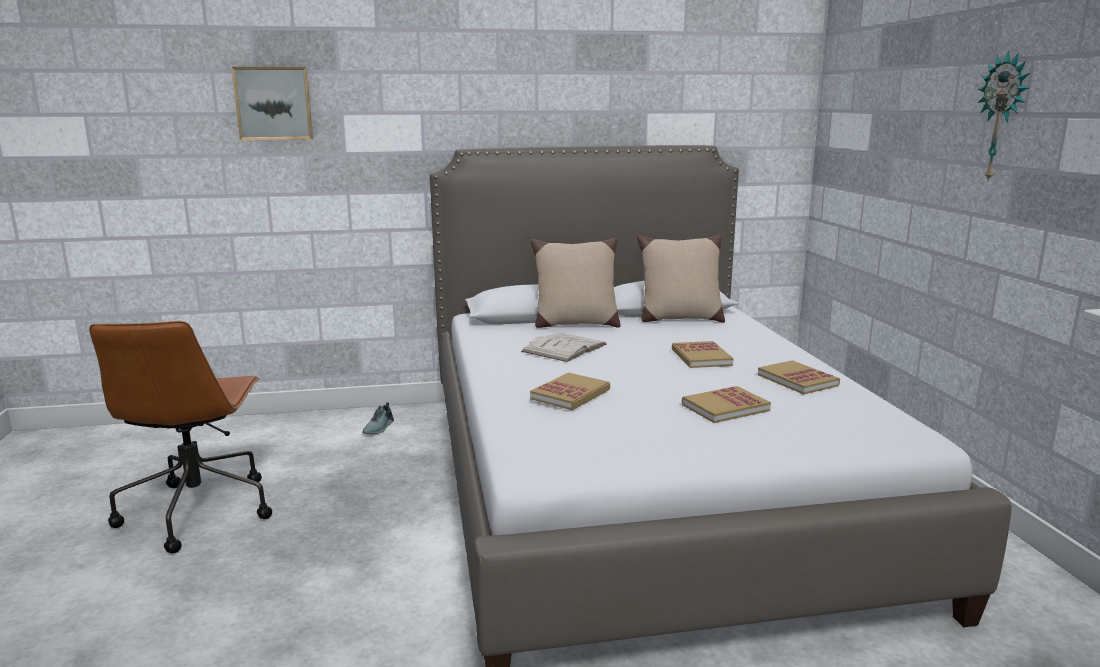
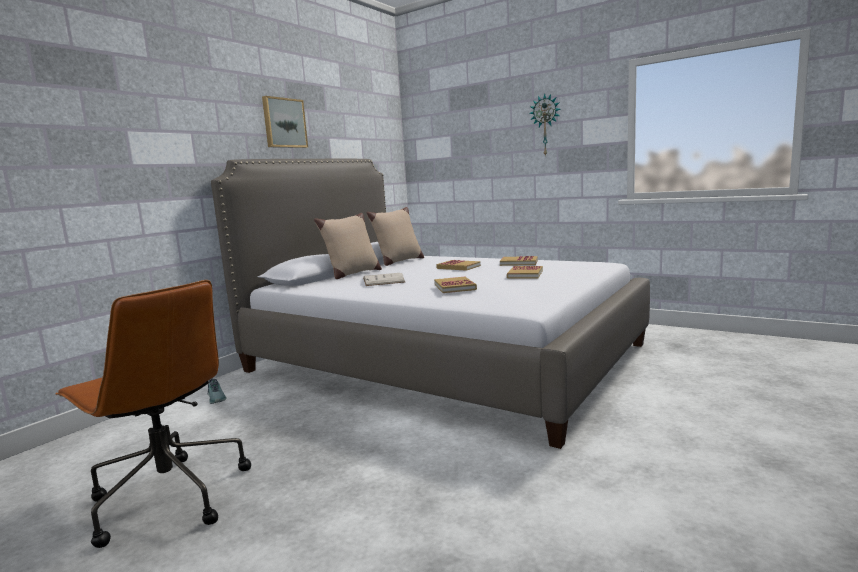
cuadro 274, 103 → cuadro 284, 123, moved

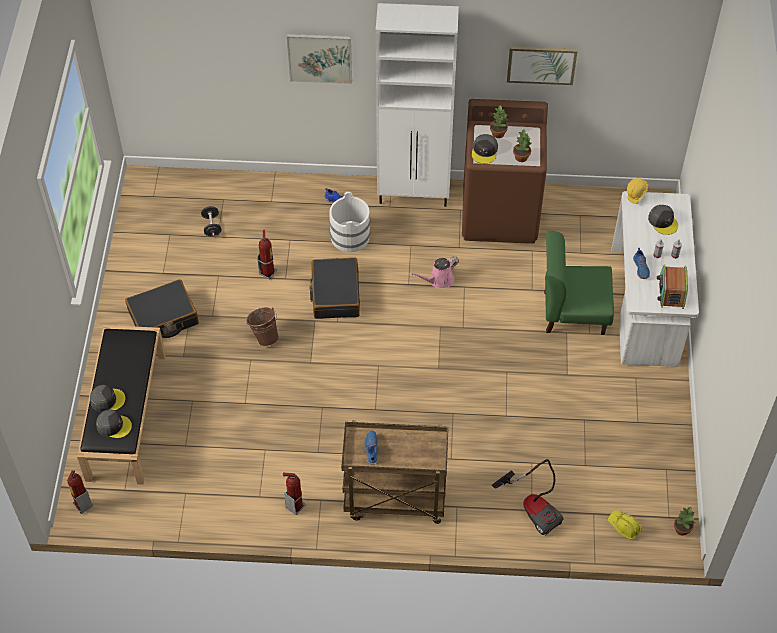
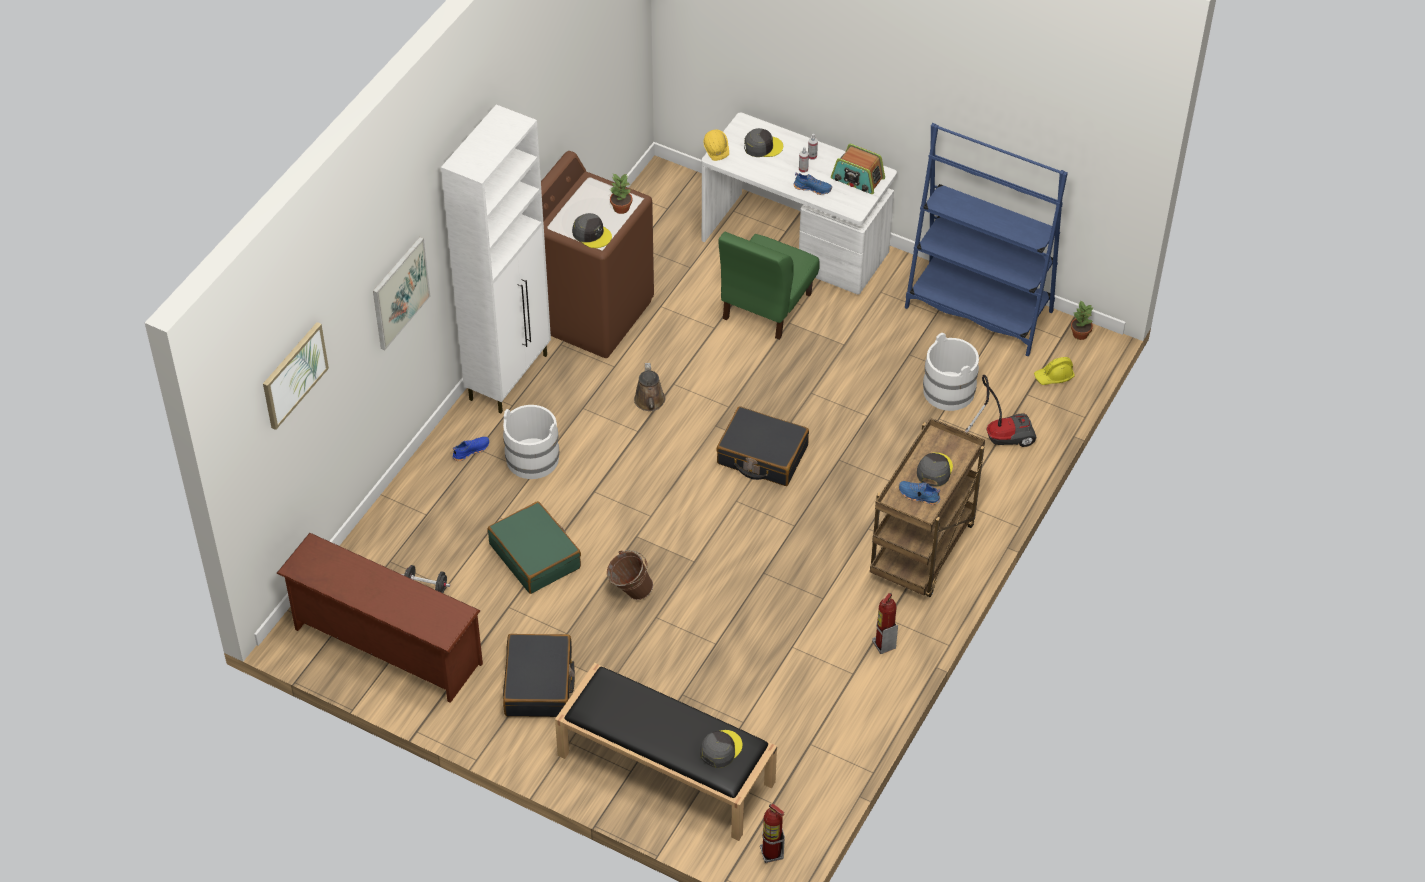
cuadro 541, 64 → cuadro 294, 374, moved
- → zapatero (marrón) 385, 647
extintor 268, 272 → maleta (verde) 535, 556
regadera (rosa) 439, 280 → regadera (marrón) 650, 402
maleta (negro) 335, 294 → maleta (negro) 762, 455, moved
- → estantería (azul) 979, 310
gorra (gris) 107, 400 → gorra (gris) 934, 470, moved
- → cubo (blanco) 949, 391
planta en maceta 498, 133 → -

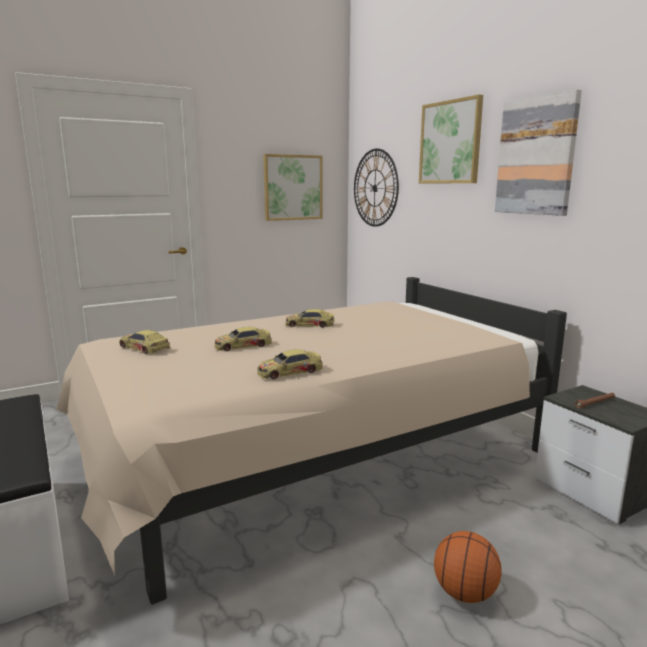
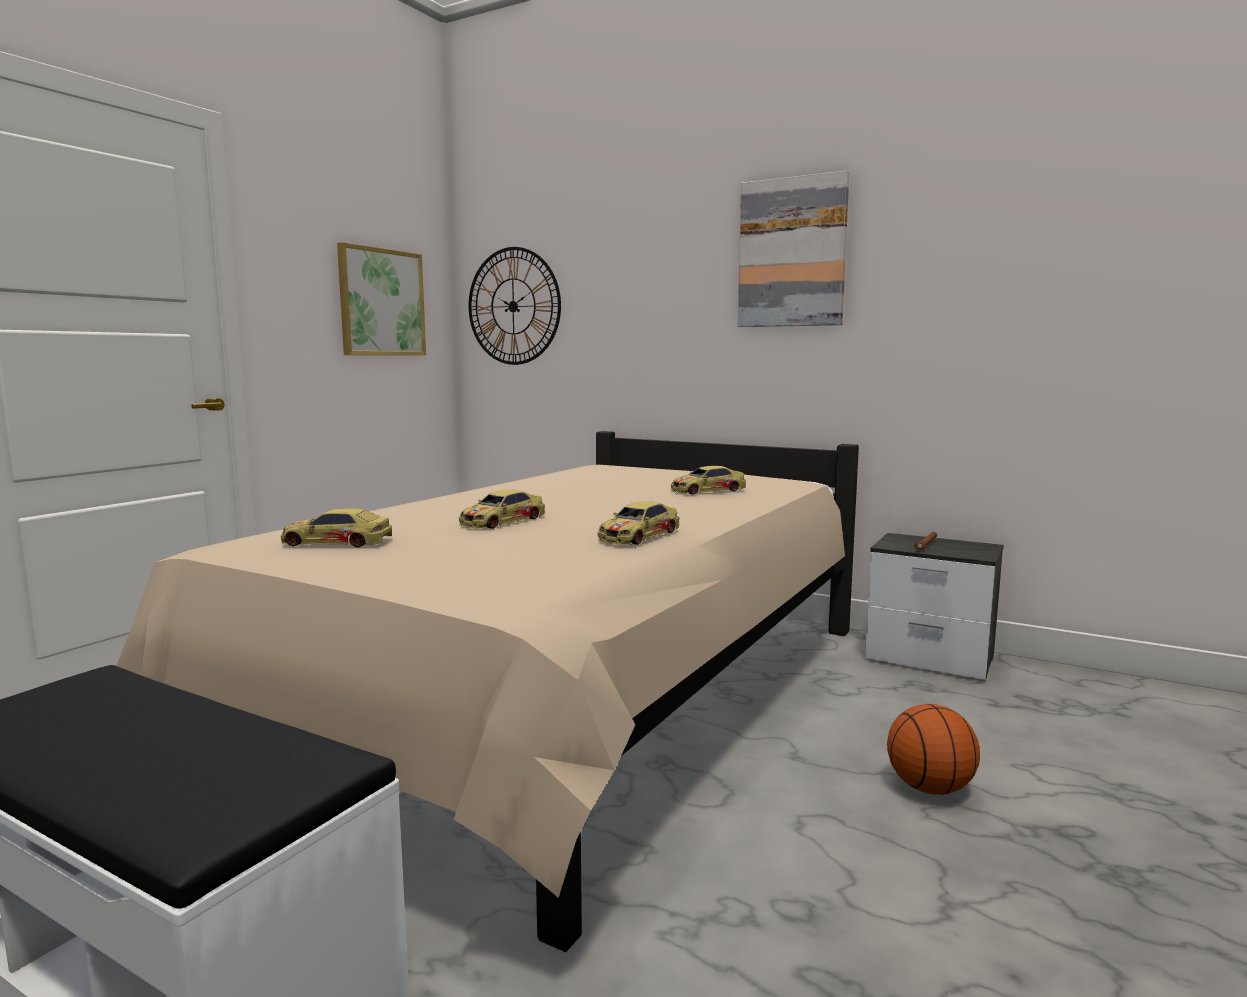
coche de juguete 309, 324 → coche de juguete 707, 490, moved
cuadro 450, 142 → -

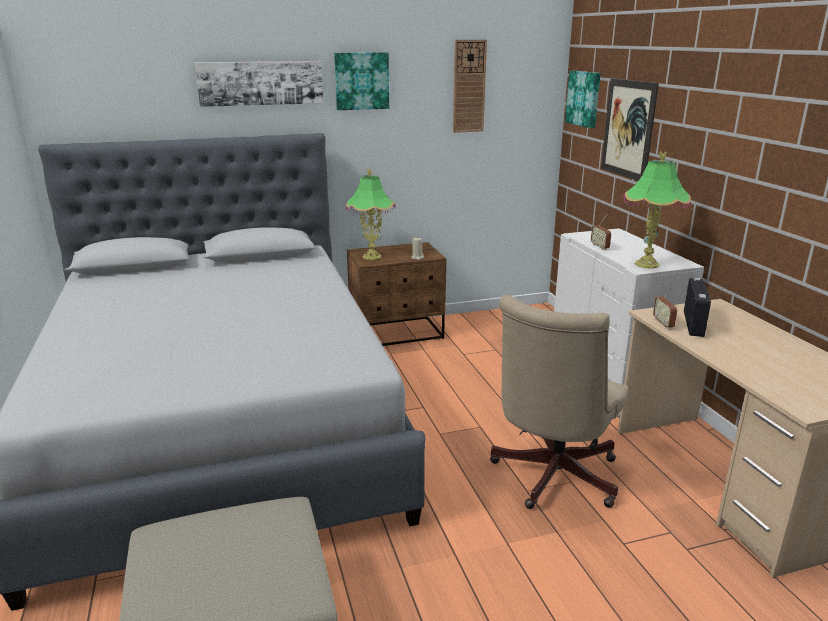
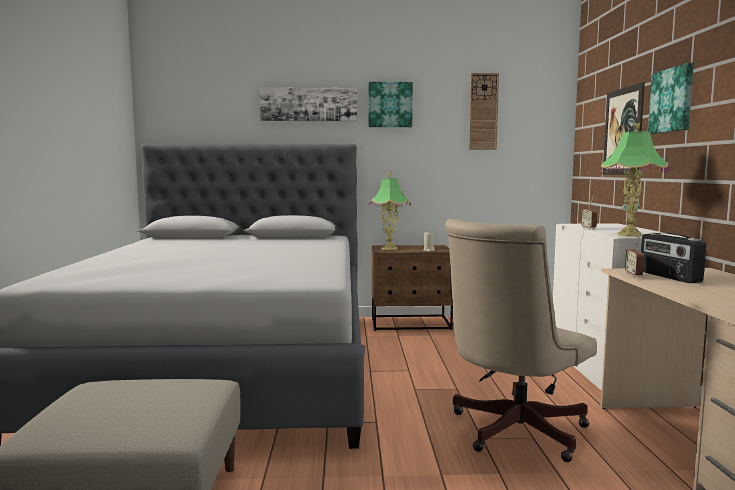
radio 694, 324 → radio 668, 277, 135 degrees clockwise
cuadro 584, 98 → cuadro 672, 100, moved

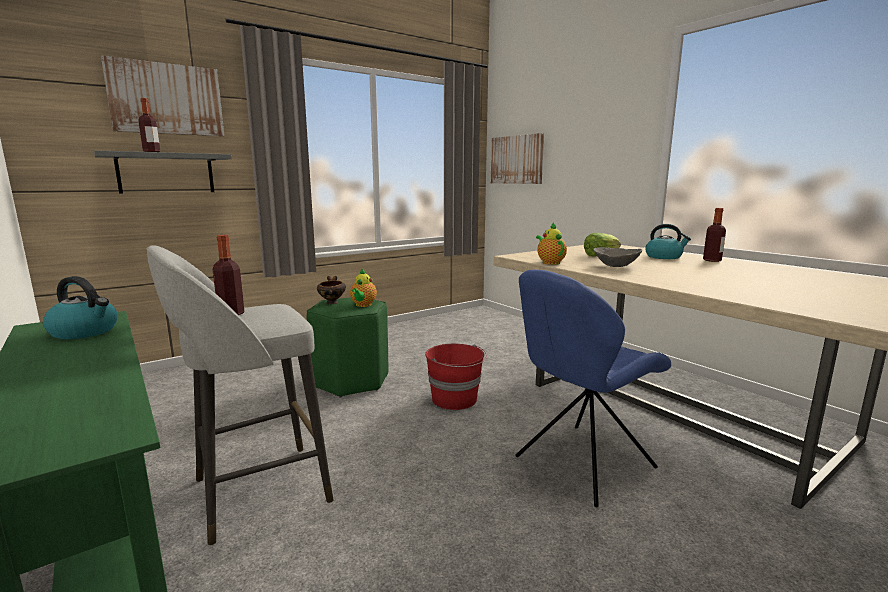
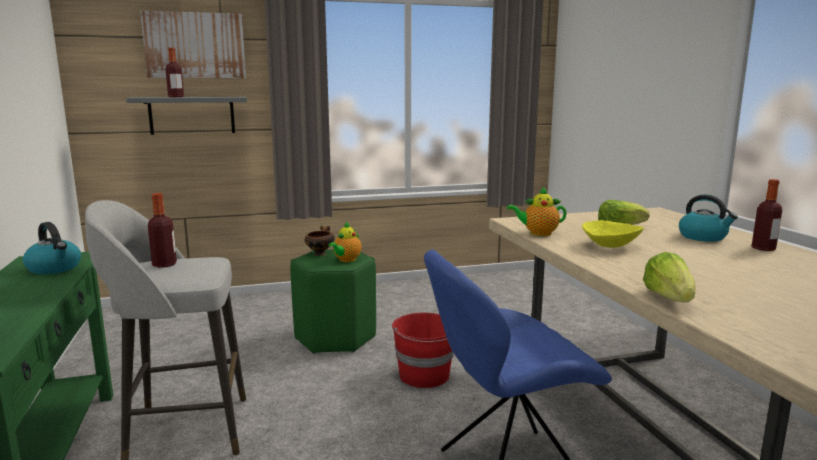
tetera 550, 262 → tetera 538, 233, 90 degrees counterclockwise
cuenco (gris) 616, 266 → cuenco (amarillo) 610, 246
- → lechuga 669, 299
cuadro 517, 160 → -

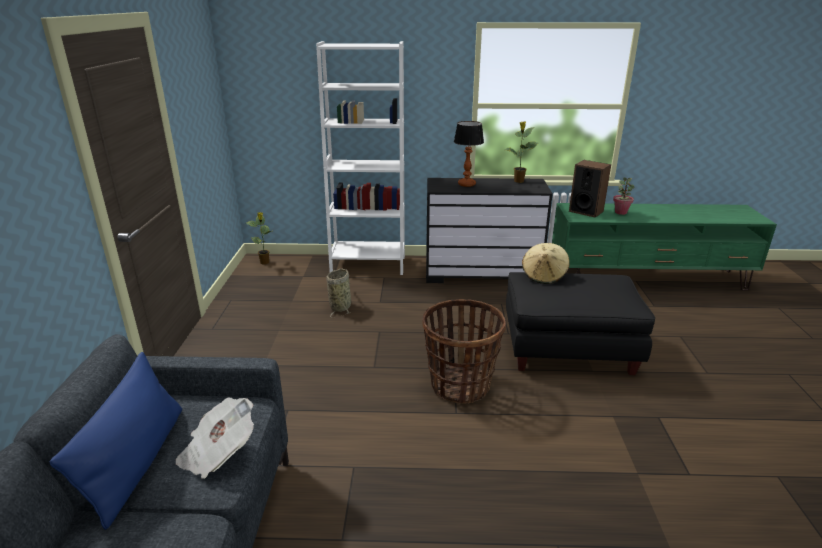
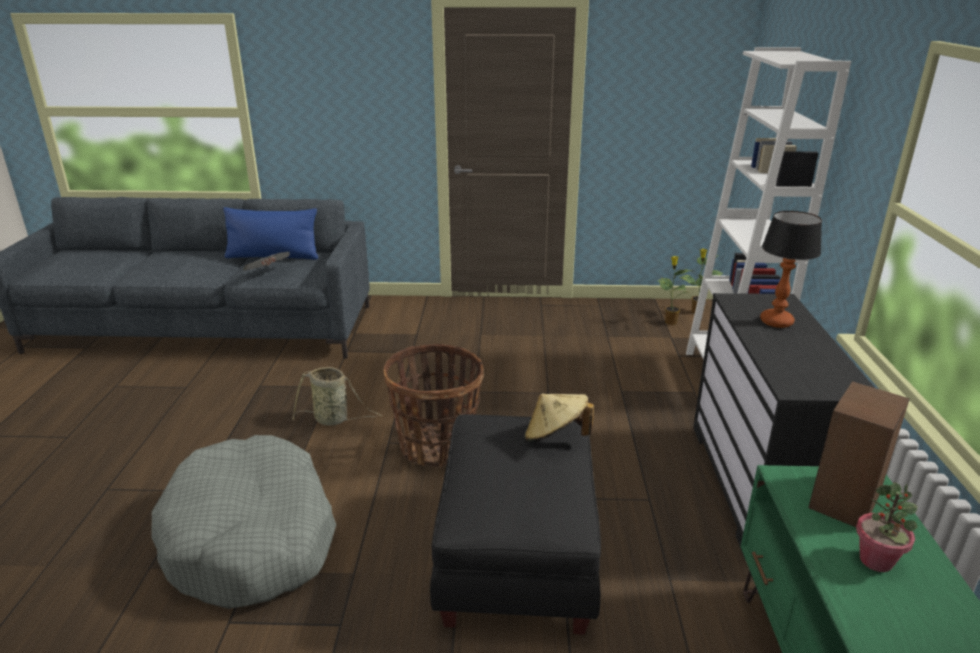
- → cama para perro (gris) 252, 538
cesta 341, 306 → cesta 334, 419, moved
planta en maceta 518, 181 → planta en maceta 670, 322, moved

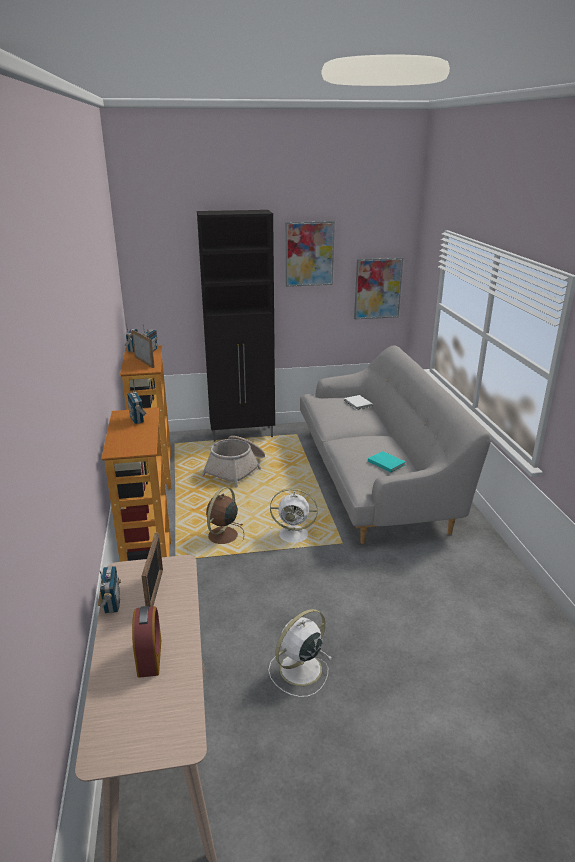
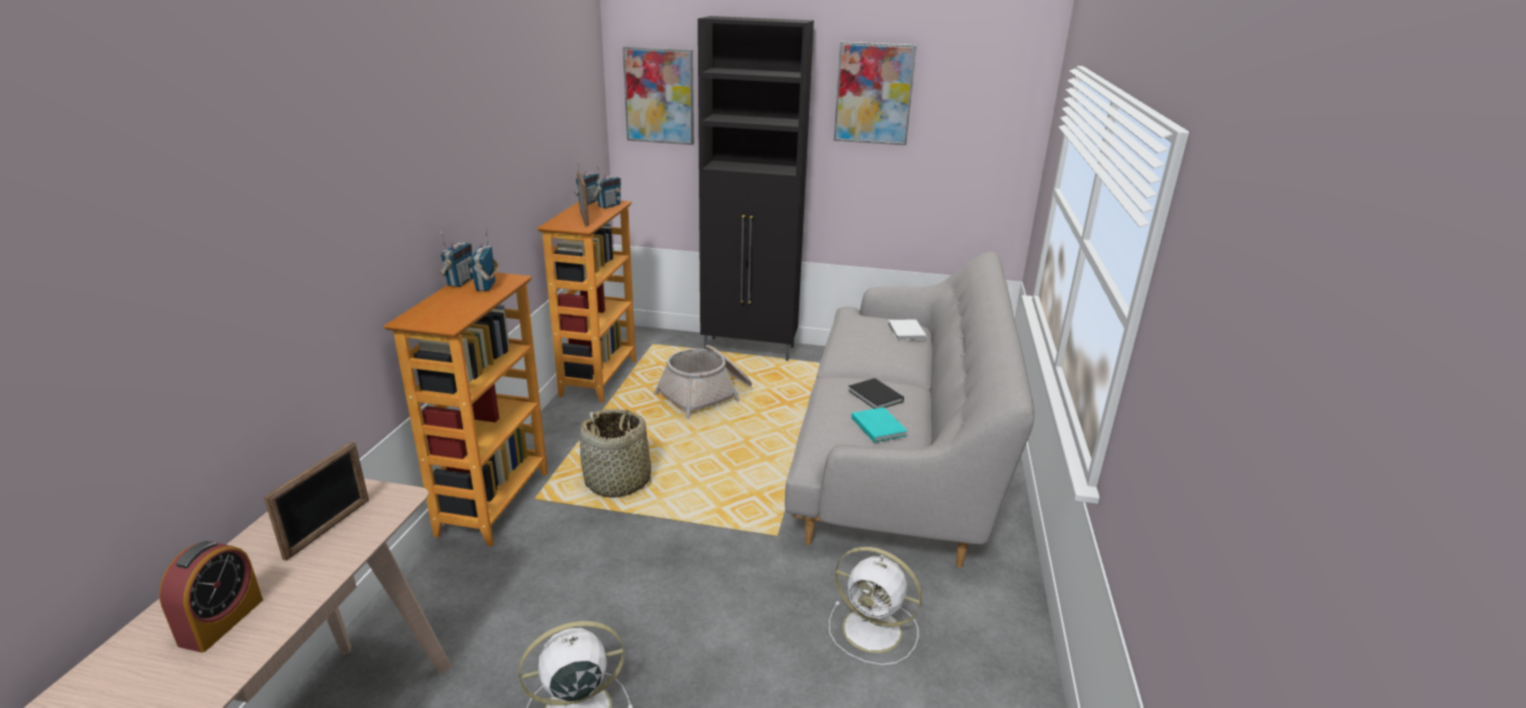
radio 111, 604 → radio 460, 282, moved
ventilador (marrón) 222, 536 → cesta 618, 482
cuadro 377, 288 → cuadro 659, 96, moved
ventilador (blanco) 295, 534 → ventilador (blanco) 874, 631, moved
- → libro (negro) 875, 397

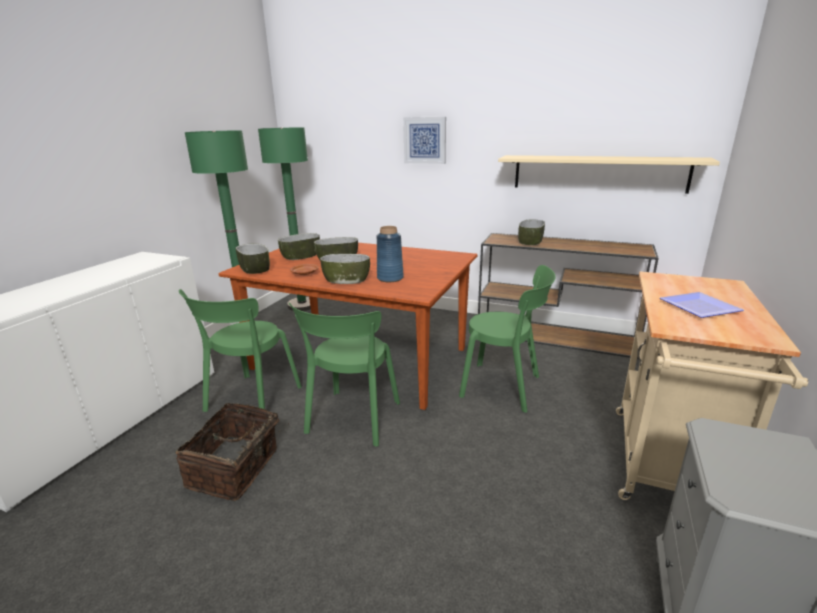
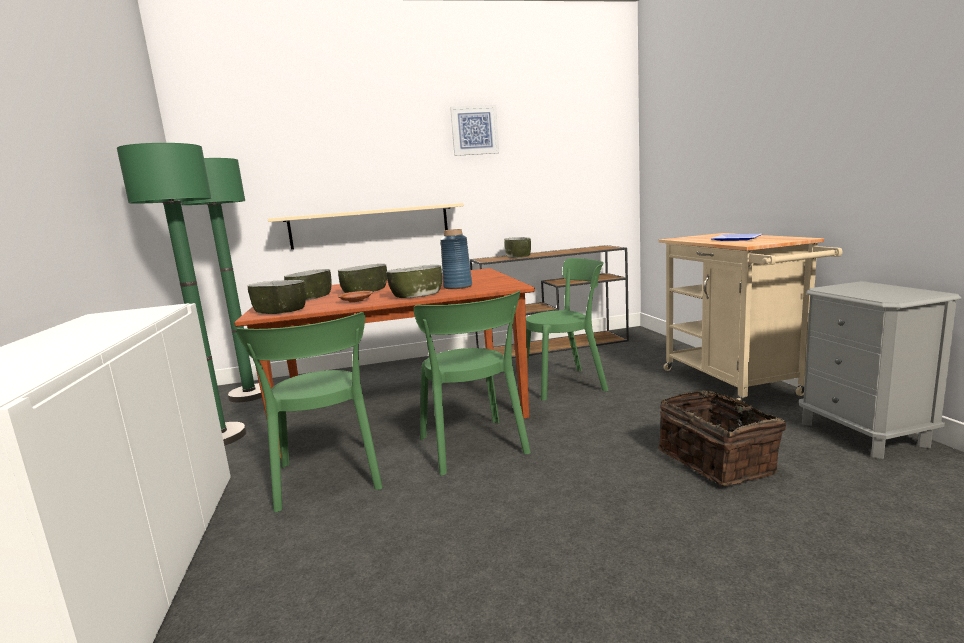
estante (beis) 598, 173 → estante (beis) 370, 226, moved
cuadro 425, 140 → cuadro 474, 130, moved
cesta 236, 468 → cesta 718, 461, moved

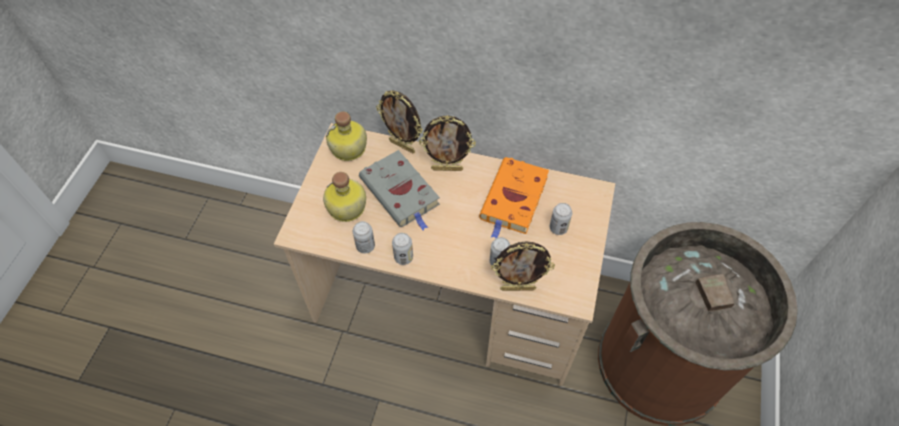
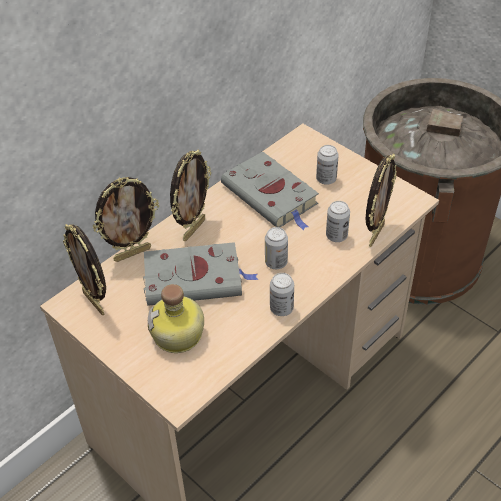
botella 348, 149 → portarretratos 95, 302
libro (naranja) 513, 200 → libro (gris) 271, 196
lata 365, 246 → lata 276, 262, moved

